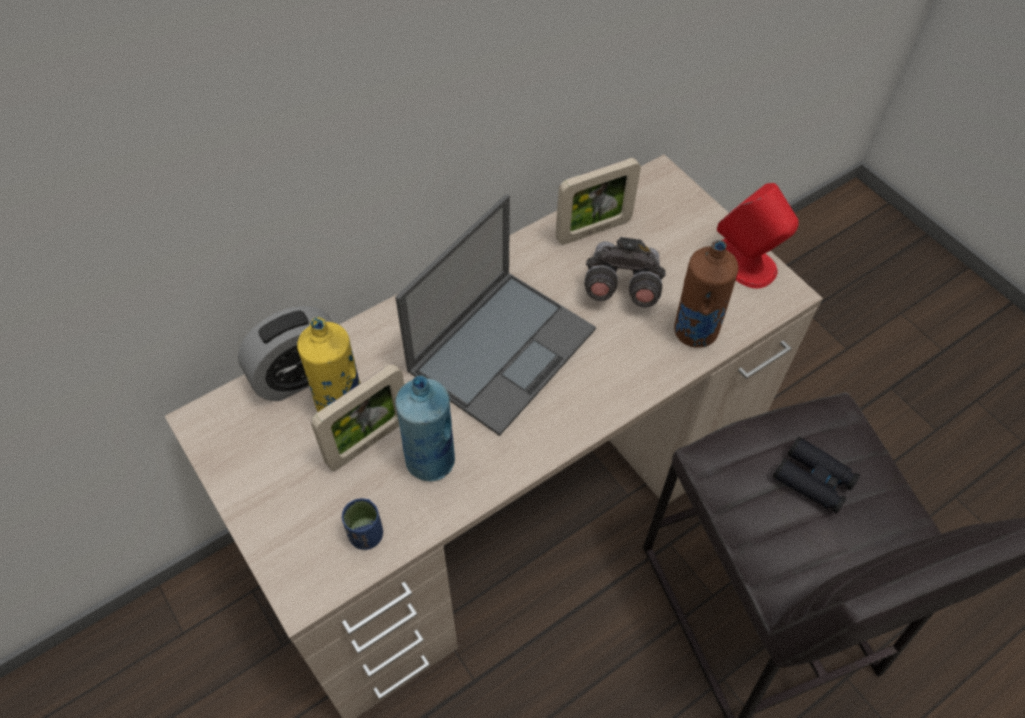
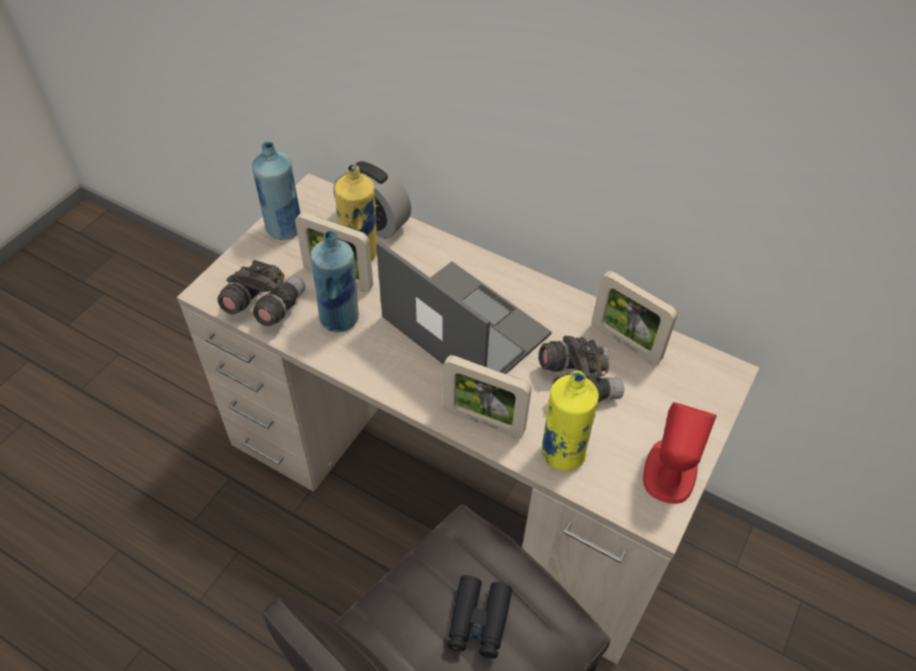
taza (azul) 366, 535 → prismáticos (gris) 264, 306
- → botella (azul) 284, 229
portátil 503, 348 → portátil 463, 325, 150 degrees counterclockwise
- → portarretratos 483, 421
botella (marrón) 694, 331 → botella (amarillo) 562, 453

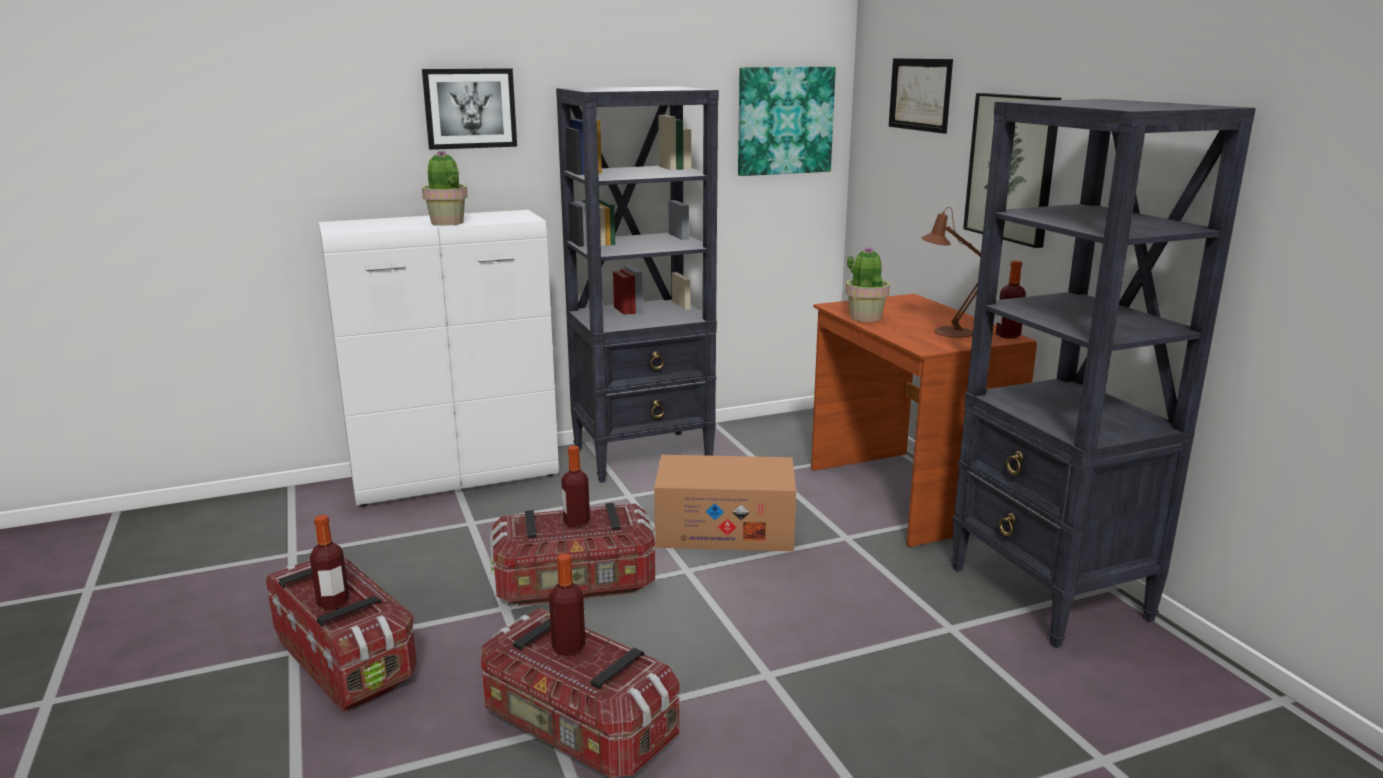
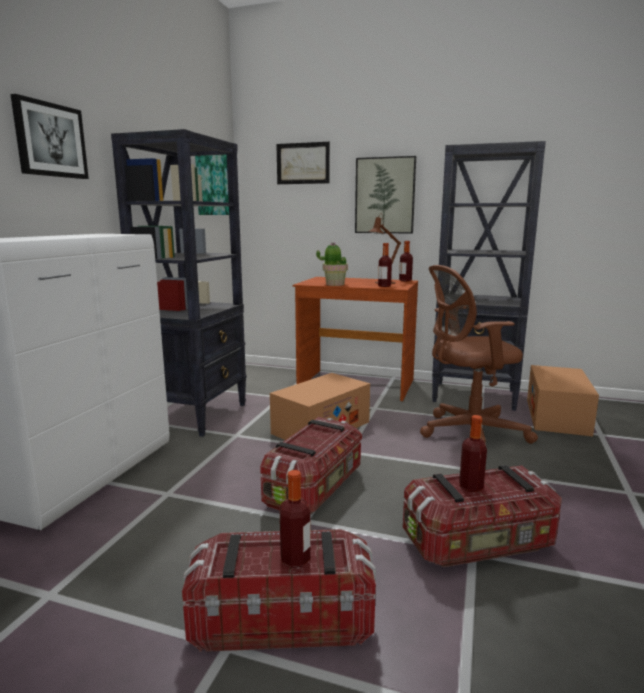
botella 576, 522 → botella 384, 286, moved
- → silla de oficina (marrón) 468, 432
- → caja de cartón 557, 416
planta en maceta 447, 223 → -

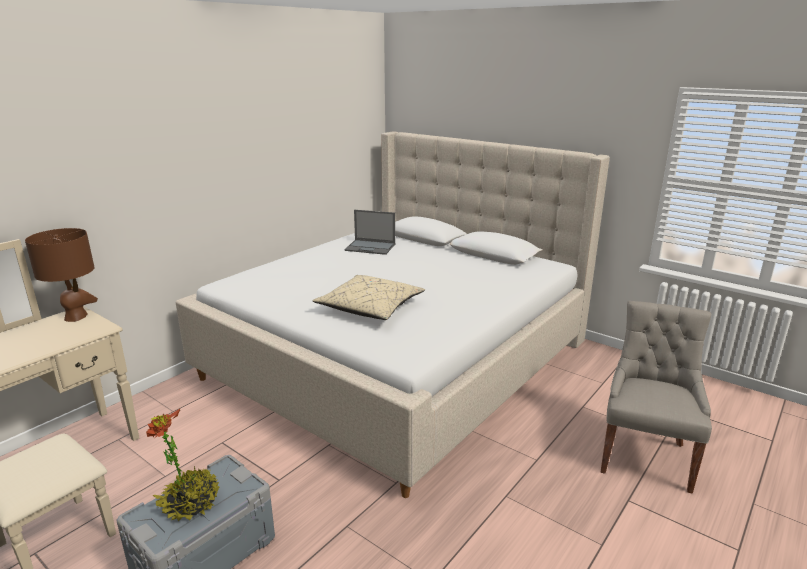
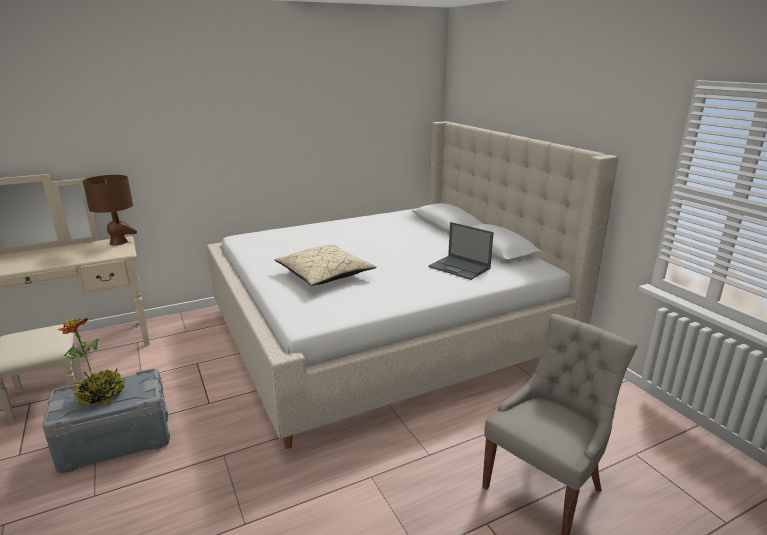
portátil 371, 247 → portátil 460, 267, moved

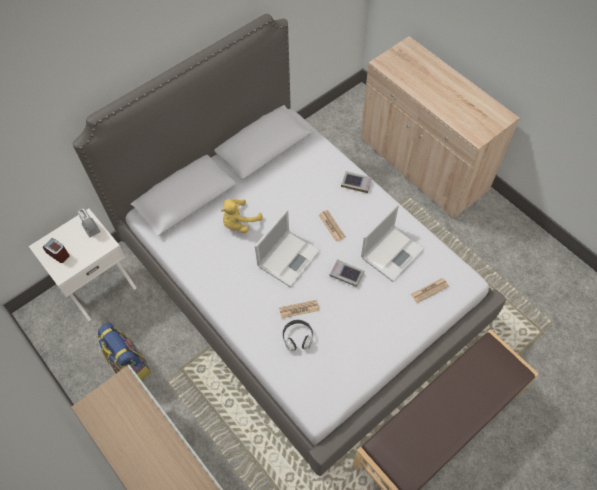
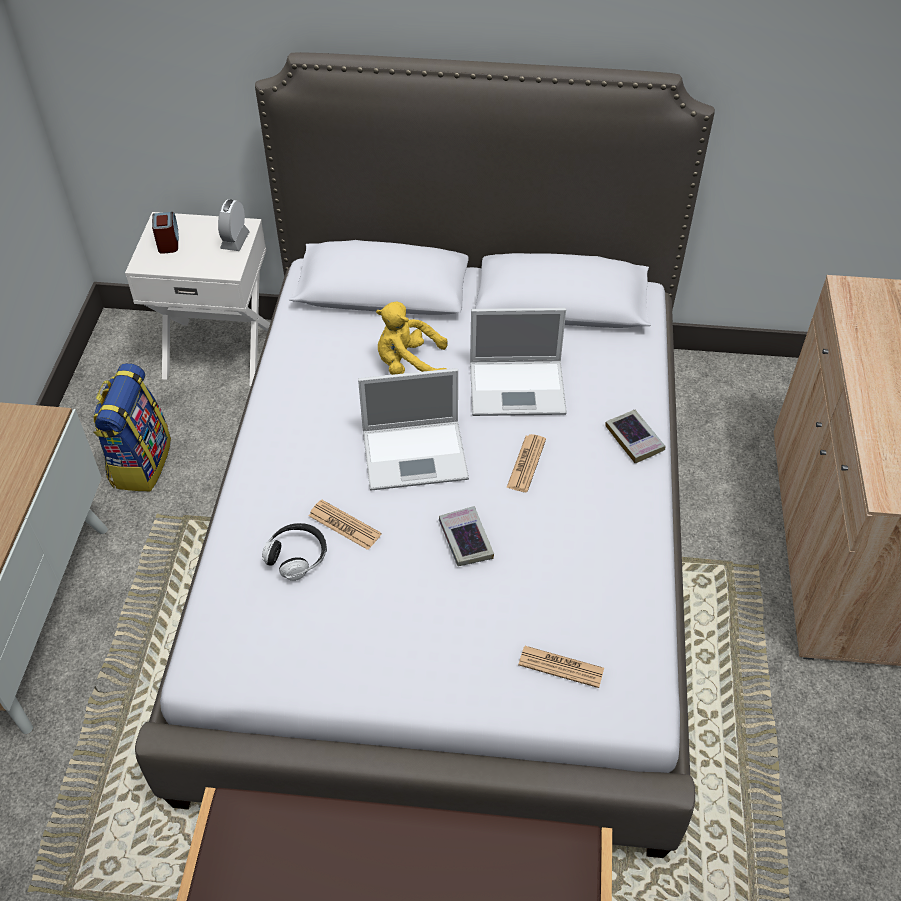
portátil 393, 252 → portátil 519, 387, moved

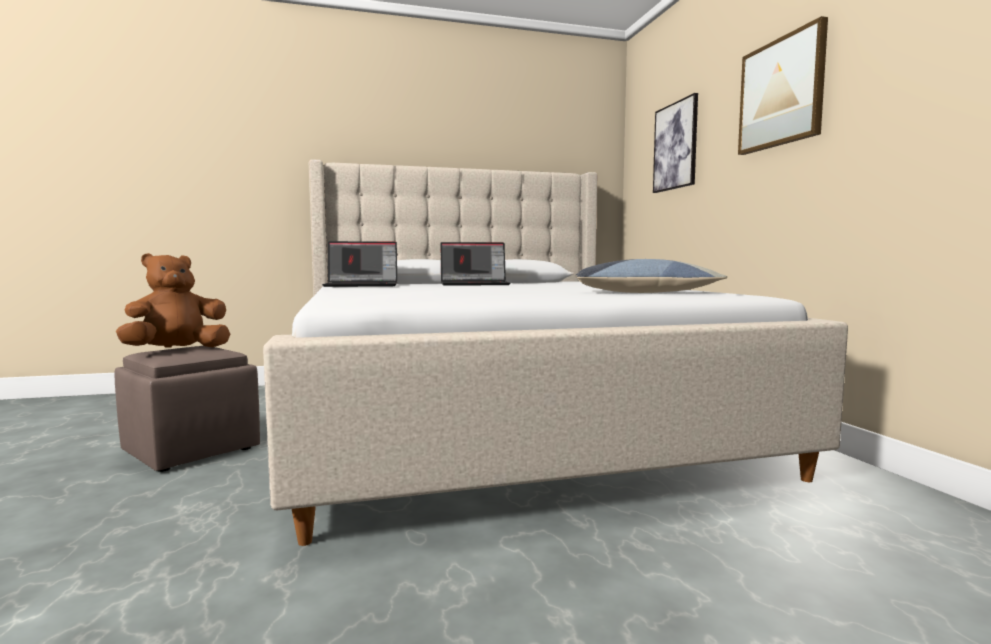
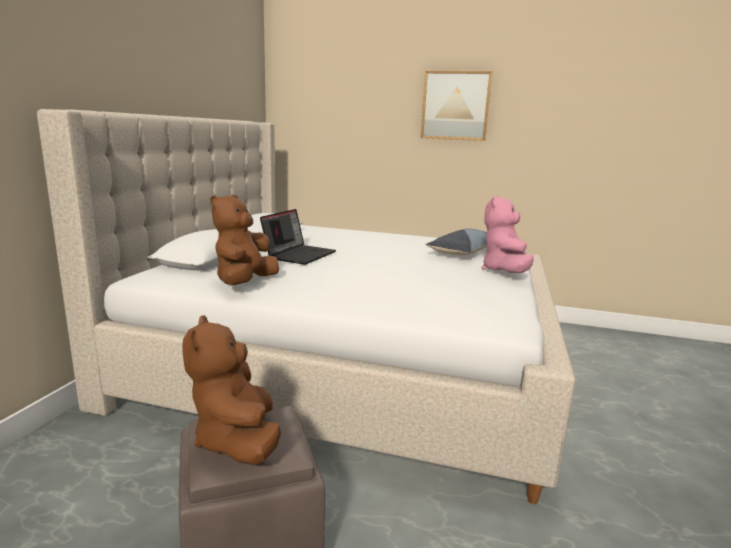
portátil 363, 285 → peluche (marrón) 245, 283
- → peluche (rosa) 505, 272
cuadro 675, 146 → -

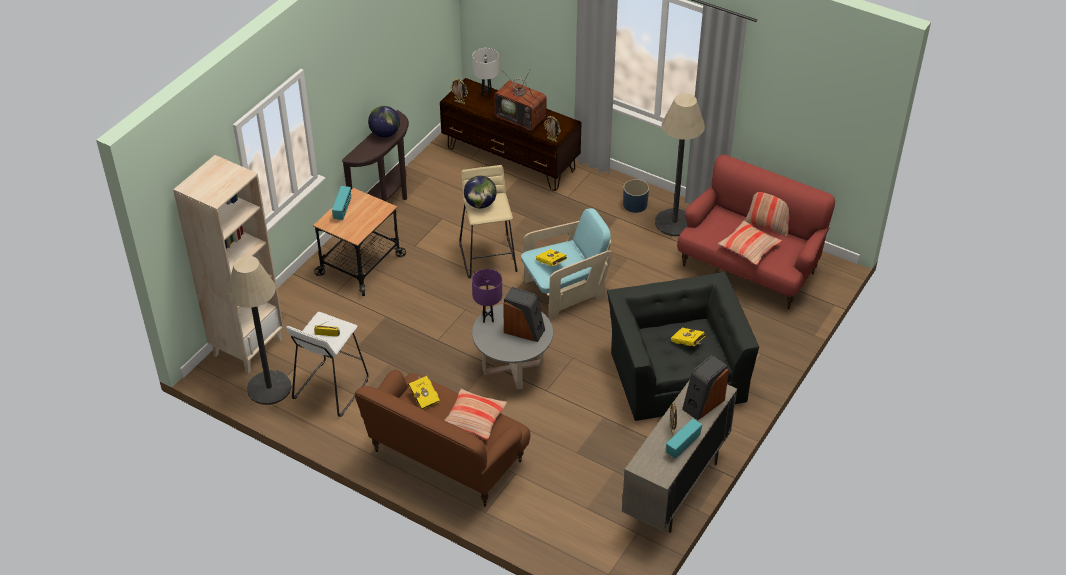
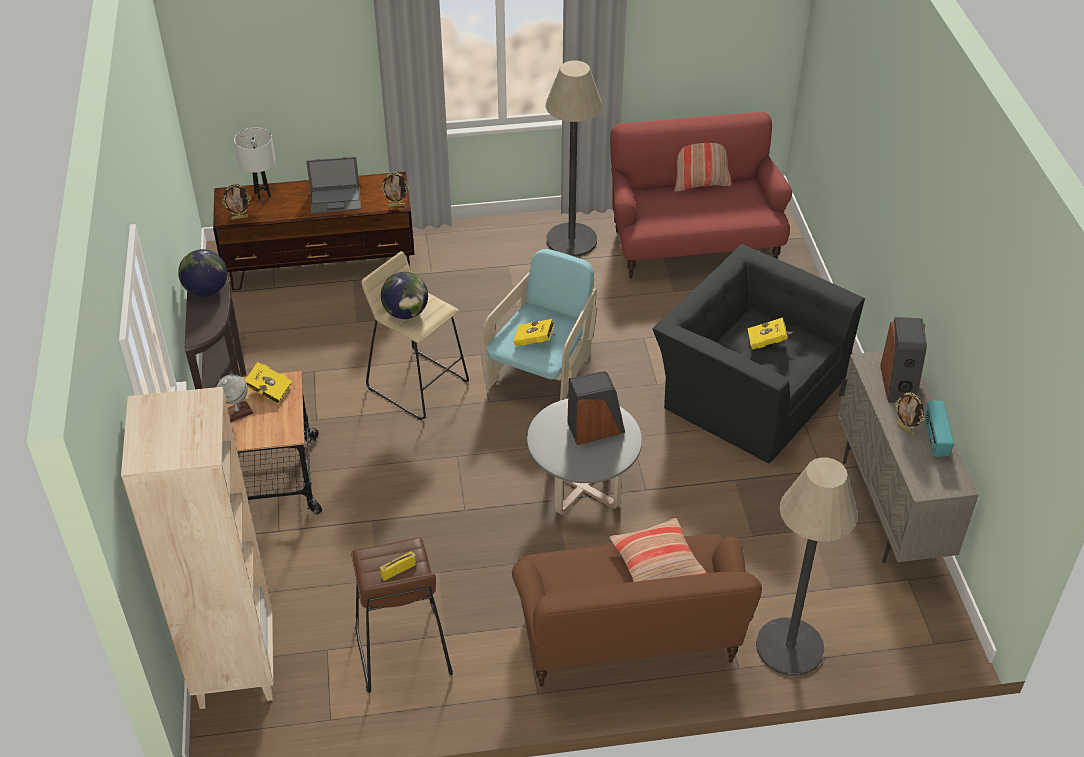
radio 343, 210 → globo terráqueo 237, 412
libro (amarillo) 424, 397 → libro (amarillo) 267, 390, moved
televisor 522, 119 → portátil 336, 200
taburete (blanco) 330, 389 → taburete (marrón) 402, 650
lámpara de pie 269, 388 → lámpara de pie 789, 647, moved
lámpara de mesa (morado) 488, 319 → -
maceta (azul) 635, 204 → -
cojín 749, 247 → -

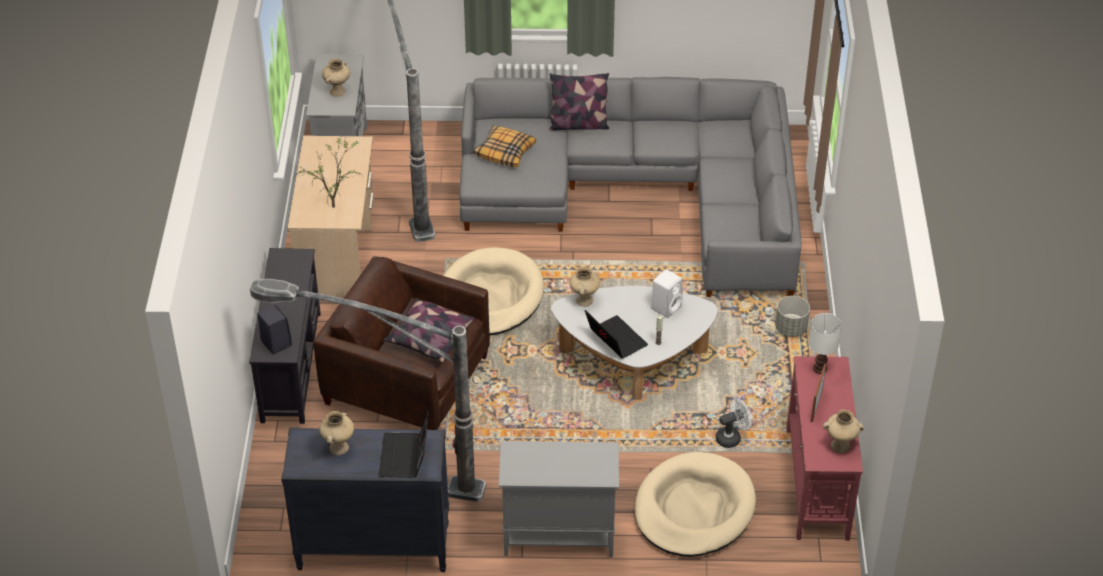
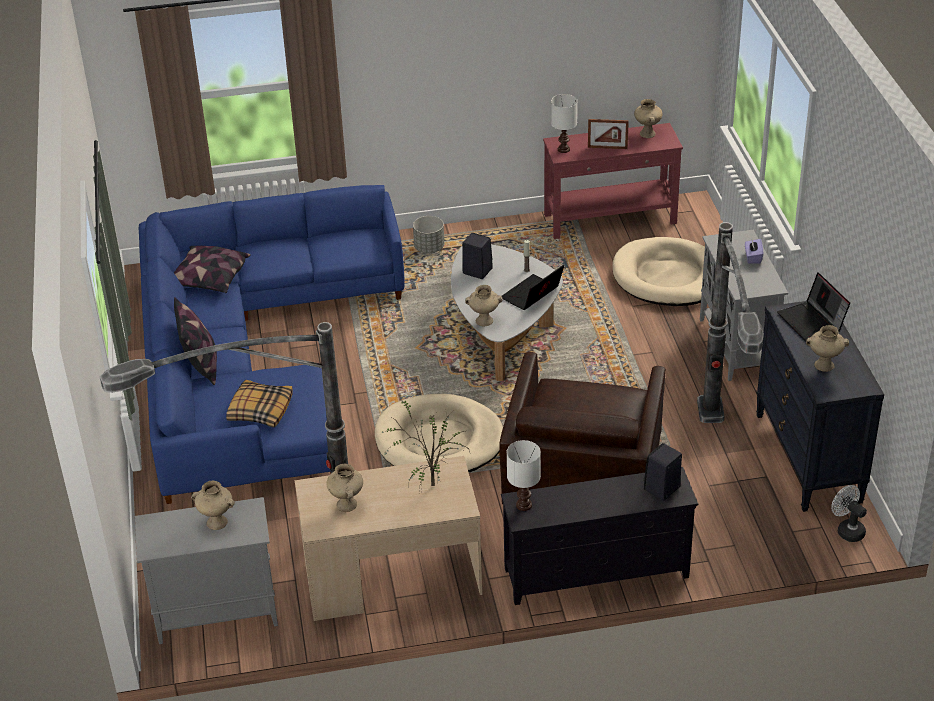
sofá (gris) 642, 193 → sofá (azul) 250, 359
cojín 429, 338 → cojín 210, 279, moved
- → florero (beis) 347, 505
altavoz (blanco) 666, 307 → altavoz (negro) 476, 271
- → lámpara de mesa (blanco) 524, 505
- → caja de pañuelos (morado) 753, 257
portátil 405, 457 → portátil 812, 323, 75 degrees clockwise
ventilador (blanco) 731, 437 → ventilador (blanco) 847, 530, moved

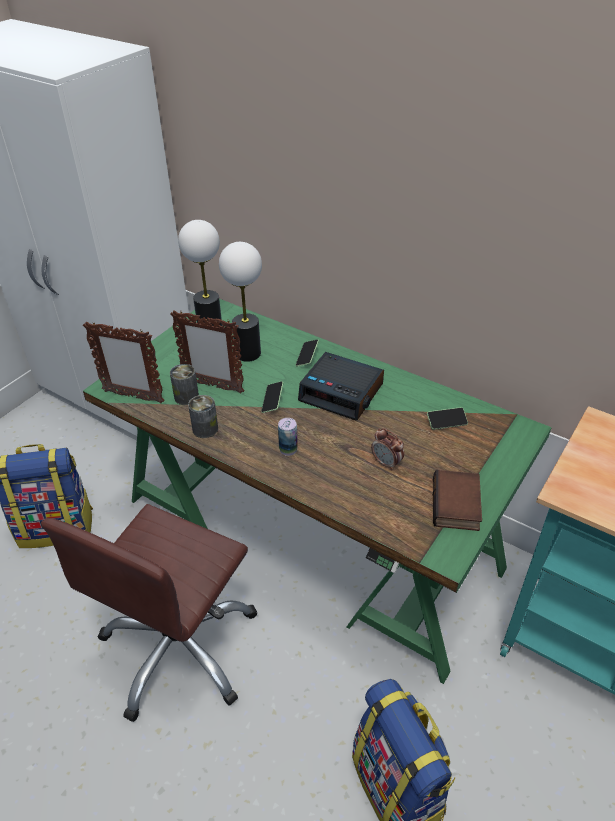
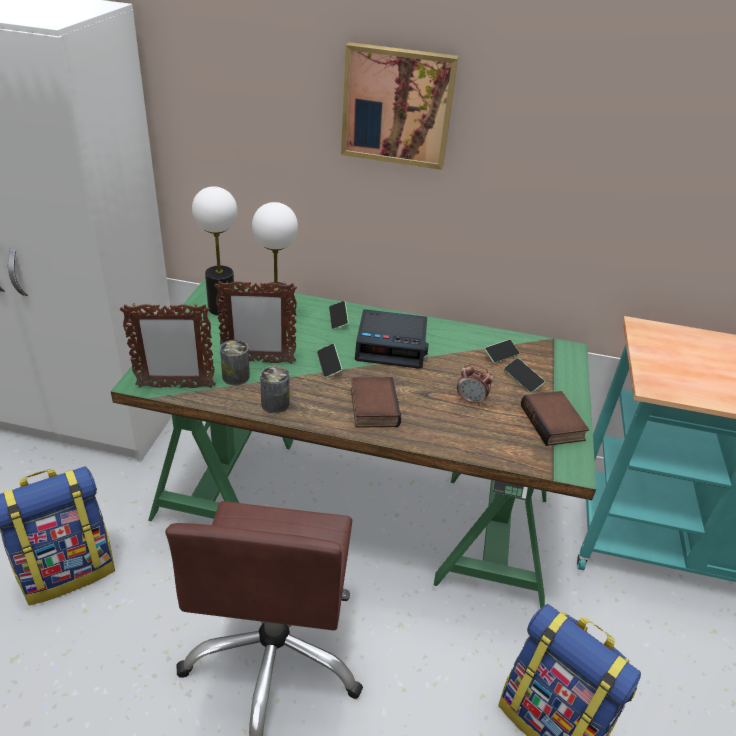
- → cuadro 398, 105
lata 288, 449 → libro 372, 406
- → móvil 522, 380

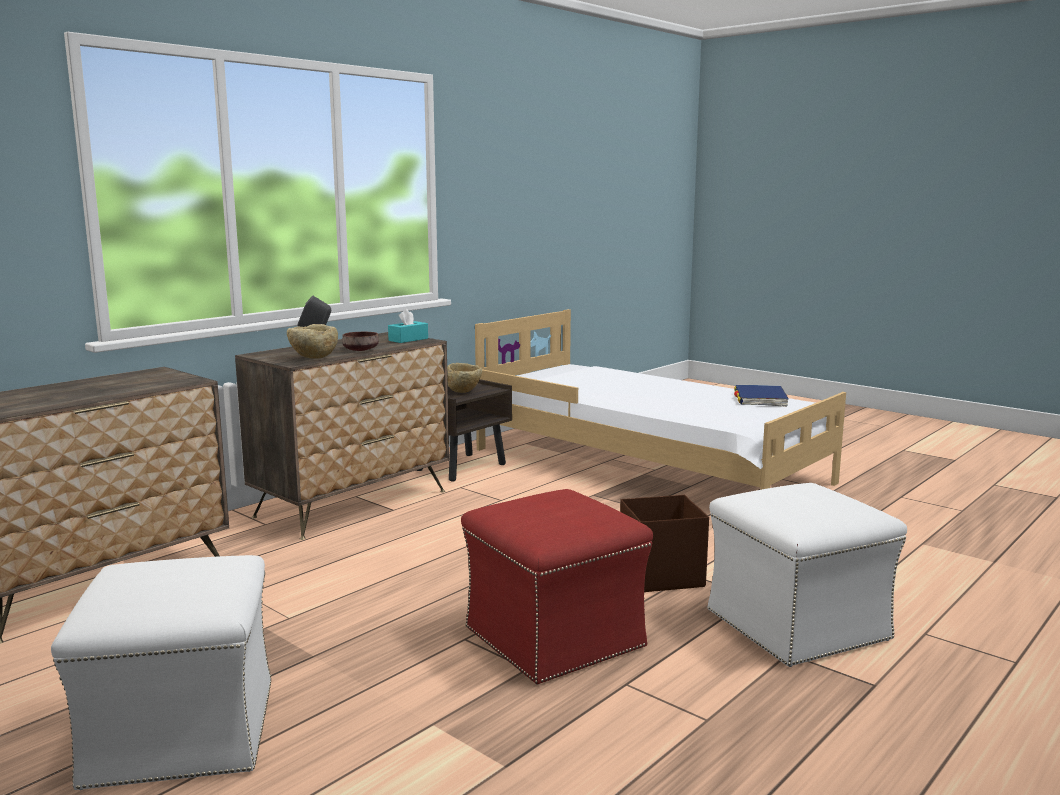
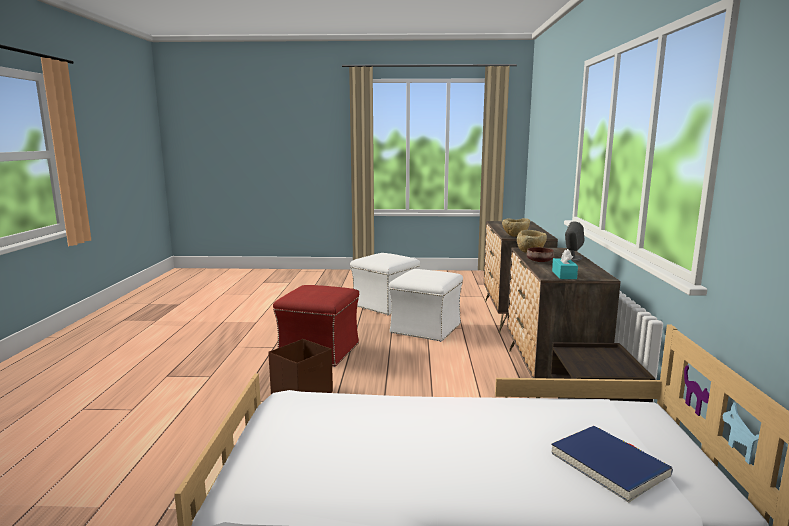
puf (blanco) 795, 625 → puf (blanco) 426, 328, moved
cuenco (beis) 464, 391 → cuenco (beis) 515, 236, moved
libro (azul) 760, 399 → libro (azul) 609, 465, moved

